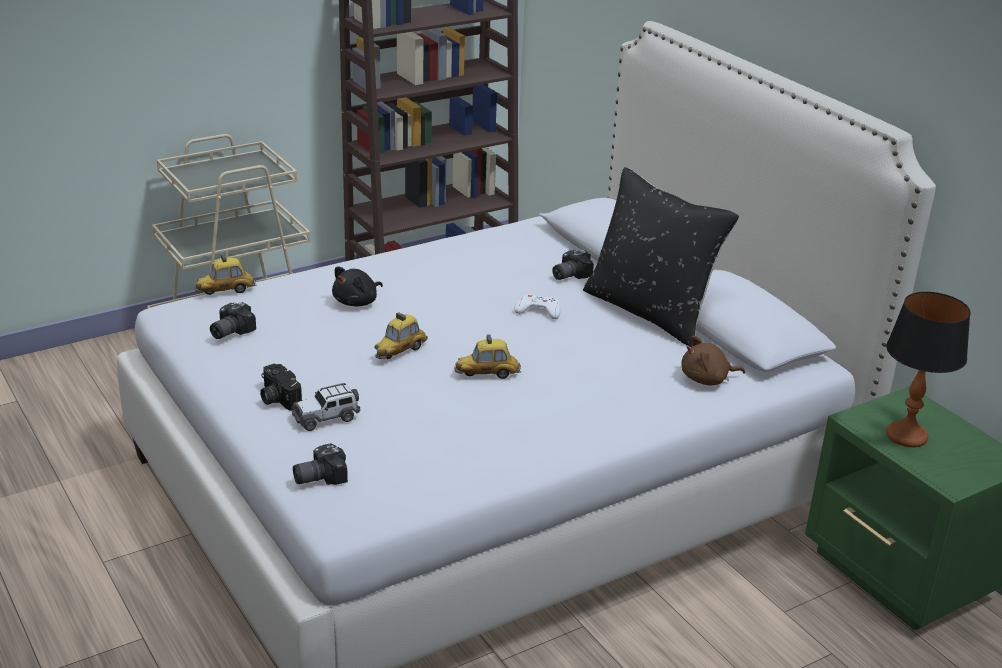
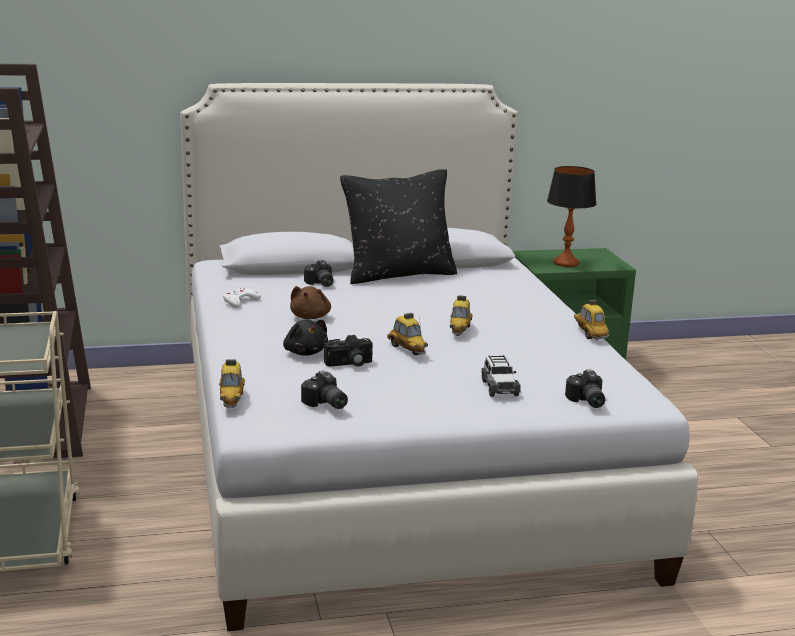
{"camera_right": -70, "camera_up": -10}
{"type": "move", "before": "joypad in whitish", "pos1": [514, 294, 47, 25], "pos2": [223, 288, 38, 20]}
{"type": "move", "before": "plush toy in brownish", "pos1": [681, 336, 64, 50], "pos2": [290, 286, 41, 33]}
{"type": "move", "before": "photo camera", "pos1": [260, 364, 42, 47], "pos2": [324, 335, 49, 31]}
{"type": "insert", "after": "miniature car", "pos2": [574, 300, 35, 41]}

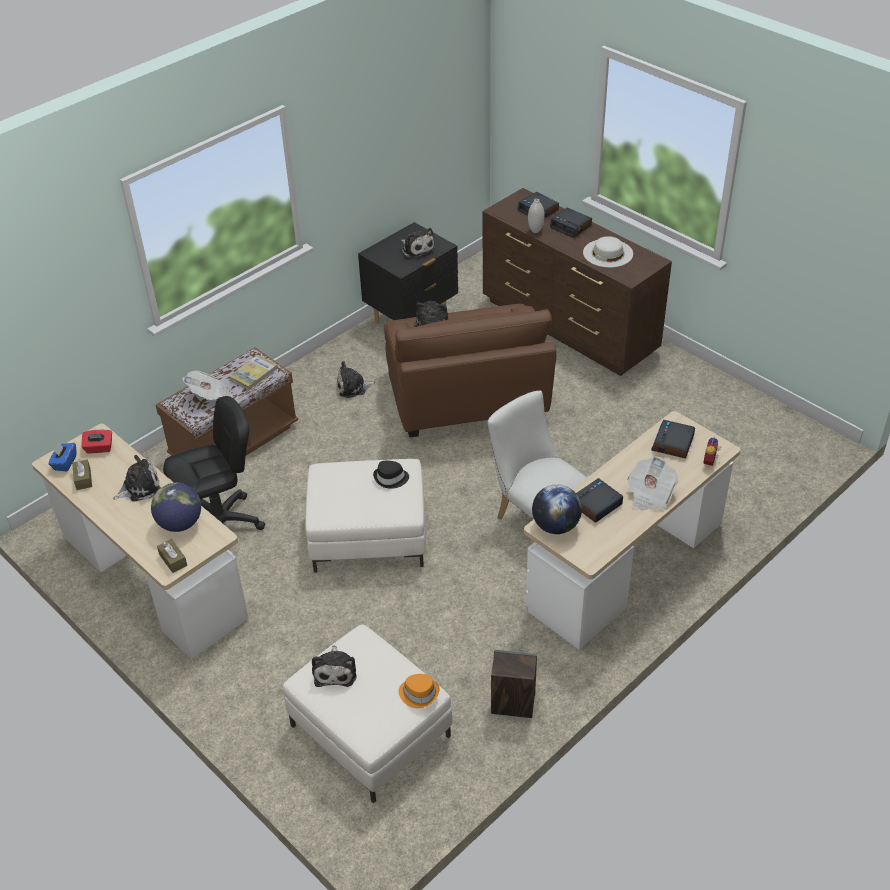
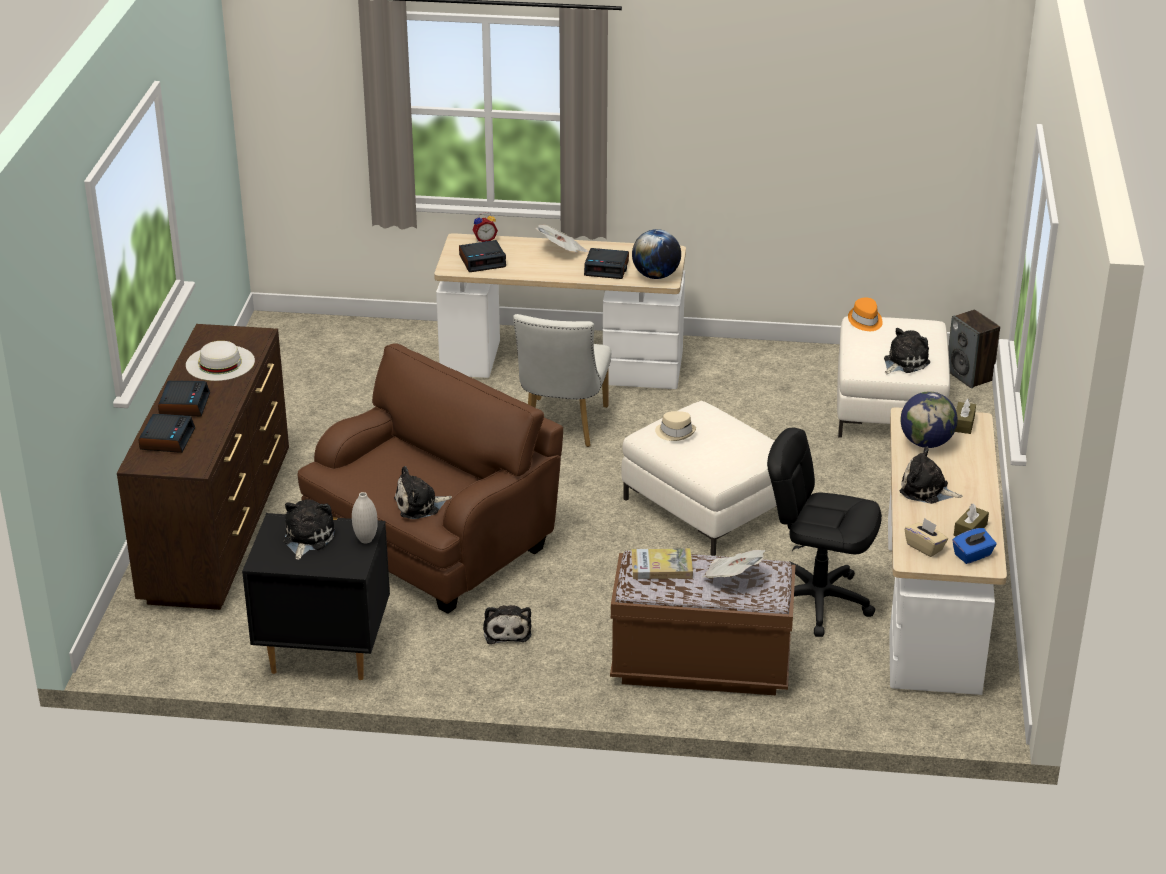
{"camera_right": -130, "camera_up": -10}
{"type": "move", "before": "flower vase in whitish", "pos1": [528, 199, 17, 34], "pos2": [352, 492, 26, 51]}
{"type": "rotate", "before": "plush toy", "pos1": [337, 361, 39, 37], "pos2": [483, 605, 49, 39], "turn": 45}
{"type": "recolor", "before": "tissue box in red-coloured", "after": "tissue box in beige", "pos1": [81, 430, 31, 23], "pos2": [905, 518, 43, 39]}
{"type": "recolor", "before": "wearable hat in blackish", "after": "wearable hat in beige", "pos1": [373, 461, 36, 28], "pos2": [655, 411, 41, 30]}
{"type": "move", "before": "loudspeaker", "pos1": [491, 650, 46, 68], "pos2": [948, 310, 52, 78]}

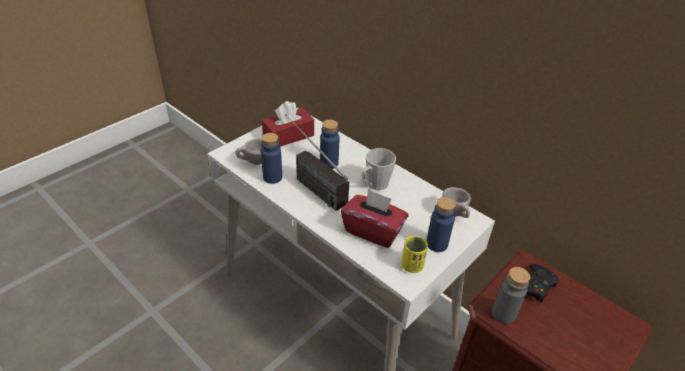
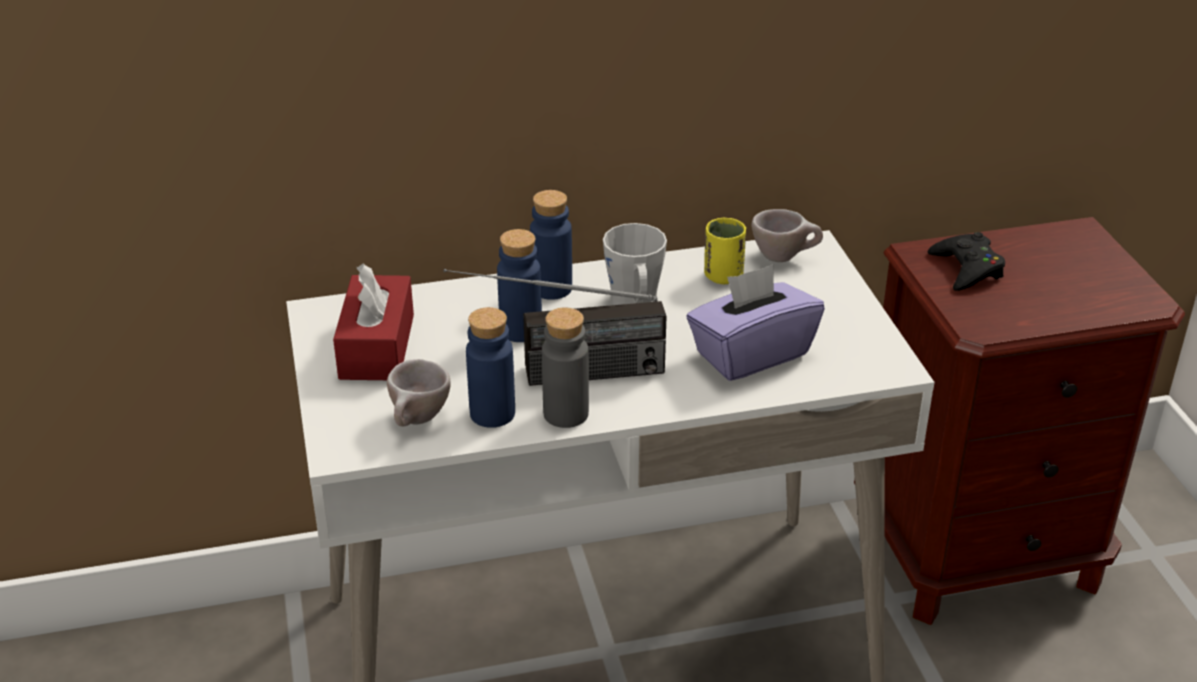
{"camera_right": -55, "camera_up": -5}
{"type": "recolor", "before": "tissue box in red-coloured", "after": "tissue box in purple-coloured", "pos1": [341, 189, 68, 59], "pos2": [686, 264, 139, 117]}
{"type": "move", "before": "beverage bottle in bluish", "pos1": [426, 197, 30, 55], "pos2": [530, 190, 42, 110]}
{"type": "move", "before": "drinking cup in yellow", "pos1": [402, 236, 26, 37], "pos2": [704, 218, 42, 66]}
{"type": "move", "before": "beverage bottle in grey", "pos1": [492, 267, 38, 57], "pos2": [542, 307, 47, 121]}

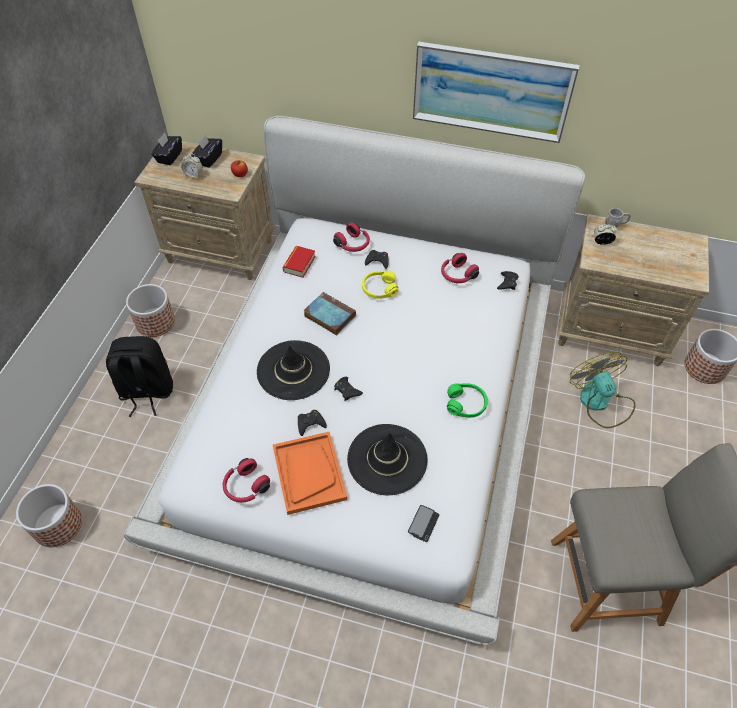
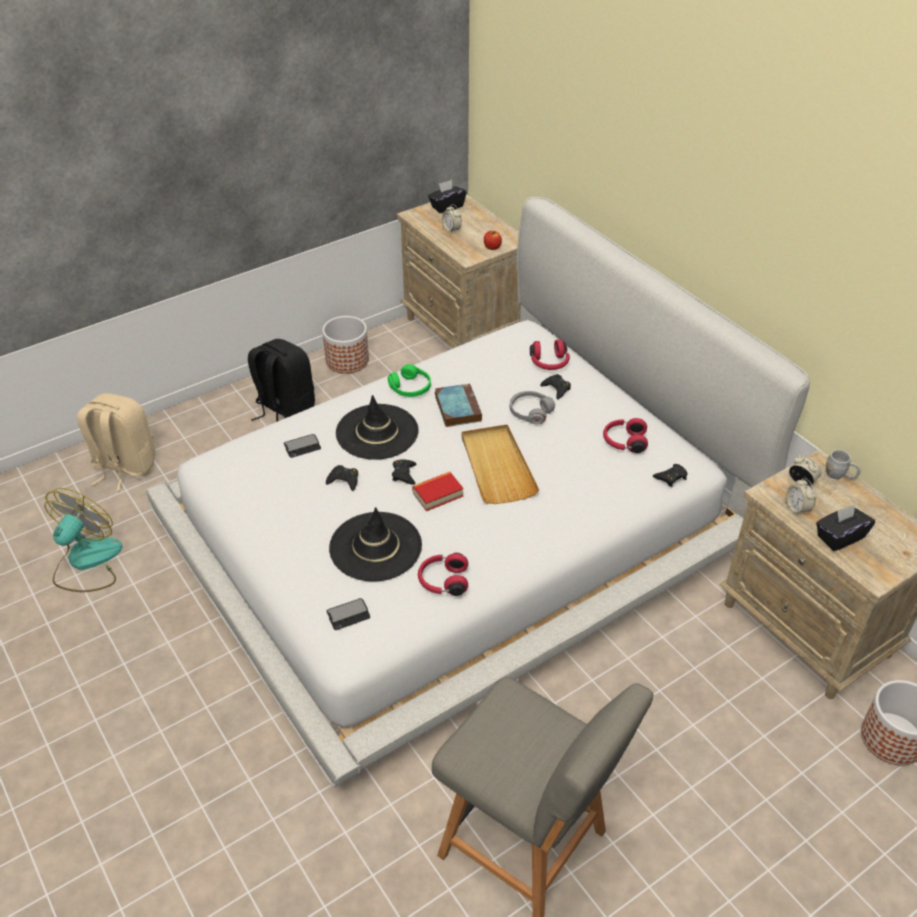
{"camera_right": 40, "camera_up": -10}
{"type": "delete", "before": "wall art", "pos1": [413, 42, 167, 101]}
{"type": "move", "before": "tissue box in blackish", "pos1": [191, 135, 31, 33], "pos2": [816, 504, 59, 47]}
{"type": "move", "before": "volume", "pos1": [283, 246, 33, 32], "pos2": [412, 472, 52, 39]}
{"type": "recolor", "before": "headphones in yellow", "after": "headphones in grey", "pos1": [362, 270, 36, 29], "pos2": [510, 391, 45, 34]}
{"type": "move", "before": "electric fan", "pos1": [570, 352, 66, 76], "pos2": [45, 488, 77, 104]}
{"type": "move", "before": "headphones in green", "pos1": [447, 383, 41, 35], "pos2": [388, 364, 43, 33]}
{"type": "delete", "before": "carrying tray in orange", "pos1": [273, 432, 74, 83]}
{"type": "move", "before": "headphones in red-coloured", "pos1": [223, 458, 47, 44], "pos2": [418, 553, 50, 43]}
{"type": "replace", "before": "planter", "after": "knapsack in beige", "pos1": [16, 484, 66, 63], "pos2": [77, 393, 78, 98]}
{"type": "insert", "after": "carrying tray in beige", "pos2": [461, 425, 78, 79]}
{"type": "insert", "after": "telephone", "pos2": [284, 434, 37, 24]}
{"type": "insert", "after": "table clock", "pos2": [786, 479, 30, 38]}

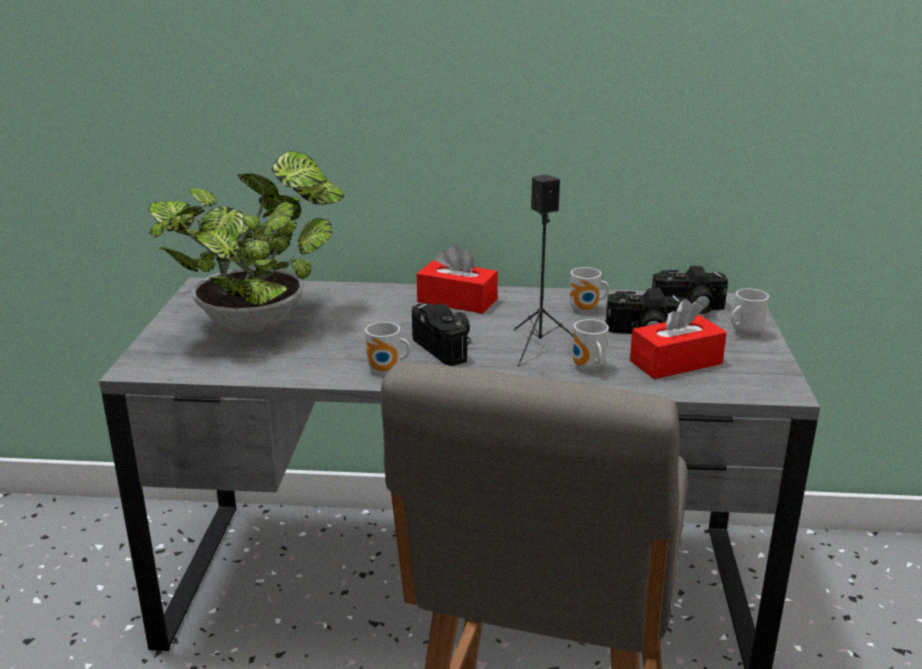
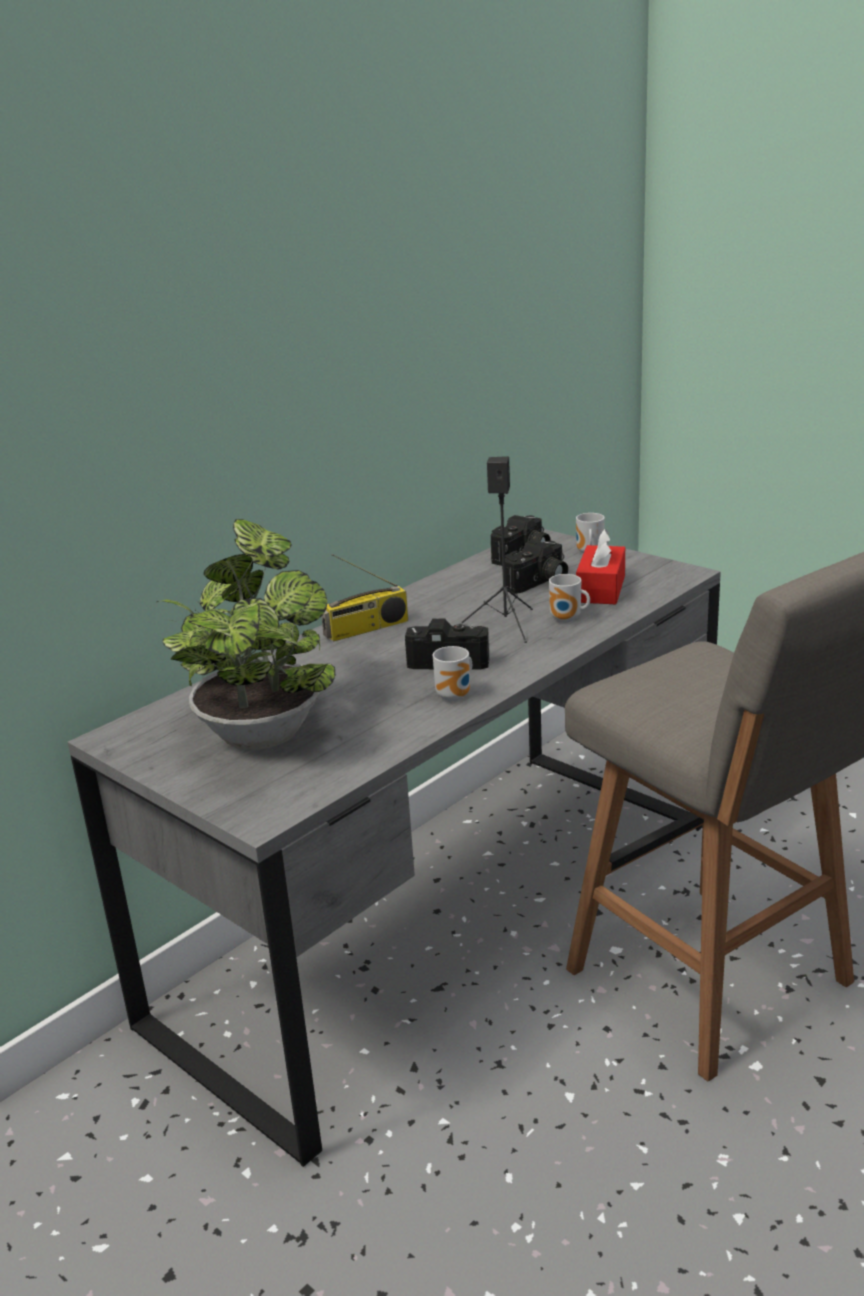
{"camera_right": -50, "camera_up": 0}
{"type": "replace", "before": "tissue box in red-coloured", "after": "radio receiver", "pos1": [417, 244, 81, 70], "pos2": [321, 554, 87, 87]}
{"type": "delete", "before": "mug", "pos1": [570, 267, 39, 46]}

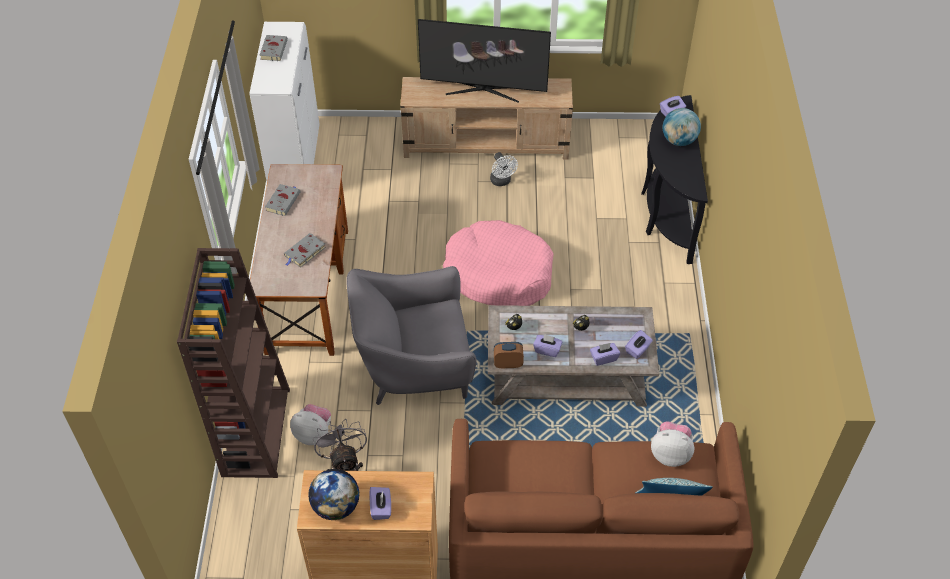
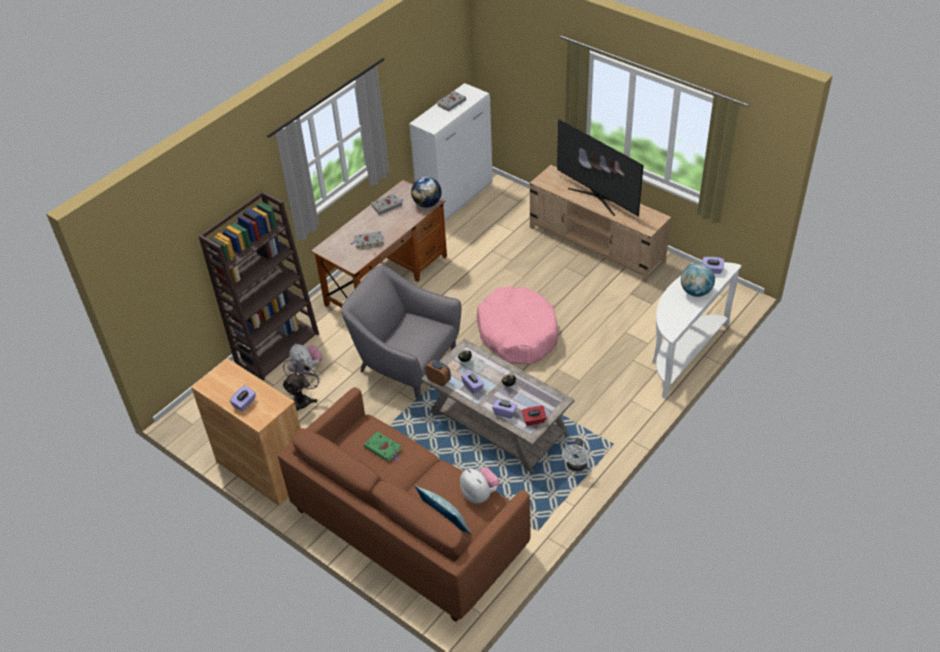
{"camera_right": 40, "camera_up": -5}
{"type": "recolor", "before": "hall table in blackish", "after": "hall table in whitish", "pos1": [641, 95, 67, 169], "pos2": [652, 262, 90, 137]}
{"type": "move", "before": "electric fan in whitish", "pos1": [490, 152, 28, 34], "pos2": [562, 438, 27, 33]}
{"type": "recolor", "before": "tissue box in purple-coloured", "after": "tissue box in red-coloured", "pos1": [625, 330, 28, 29], "pos2": [522, 406, 25, 20]}
{"type": "move", "before": "desk globe", "pos1": [308, 469, 52, 51], "pos2": [411, 177, 31, 30]}
{"type": "insert", "after": "volume in green", "pos2": [364, 431, 37, 31]}

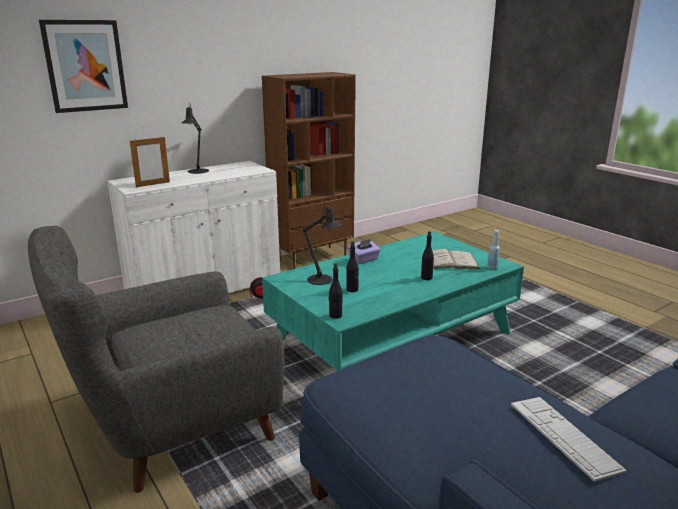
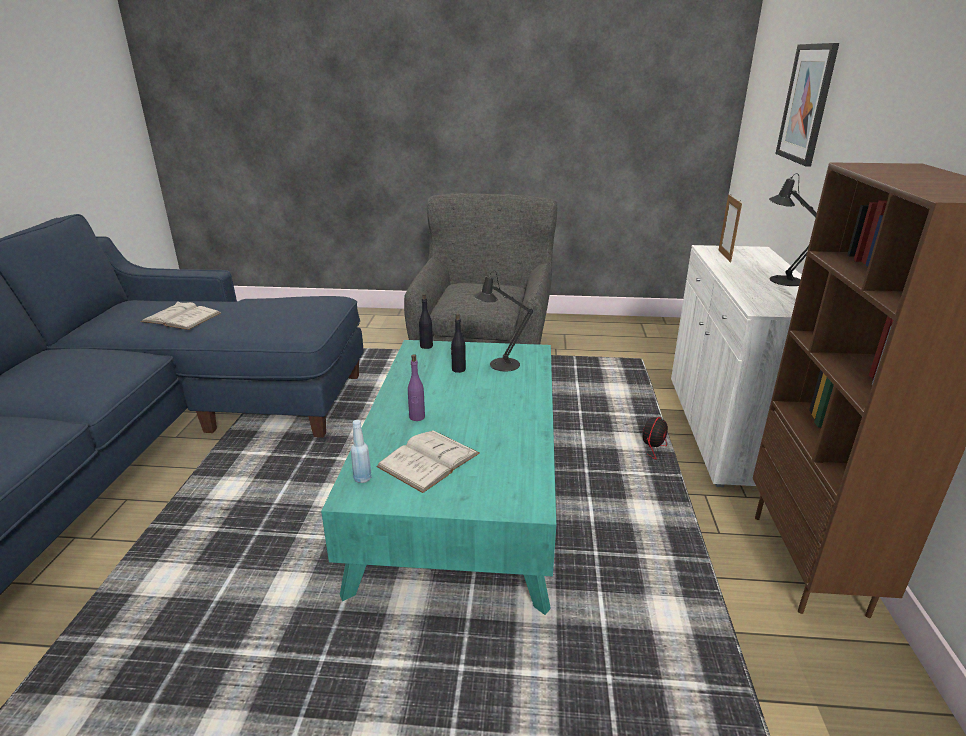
{"camera_right": 130, "camera_up": 5}
{"type": "recolor", "before": "beverage bottle in blackish", "after": "beverage bottle in purple-coloured", "pos1": [421, 231, 13, 49], "pos2": [408, 354, 17, 67]}
{"type": "delete", "before": "tissue box in purple-coloured", "pos1": [347, 239, 34, 25]}
{"type": "replace", "before": "PC keyboard", "after": "volume in whitish", "pos1": [511, 397, 116, 85], "pos2": [140, 301, 81, 29]}

